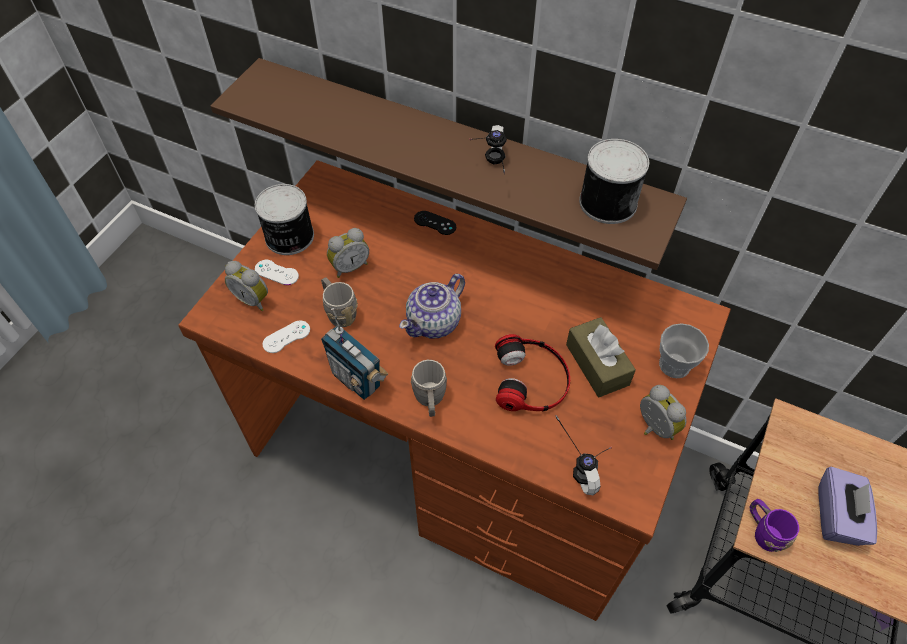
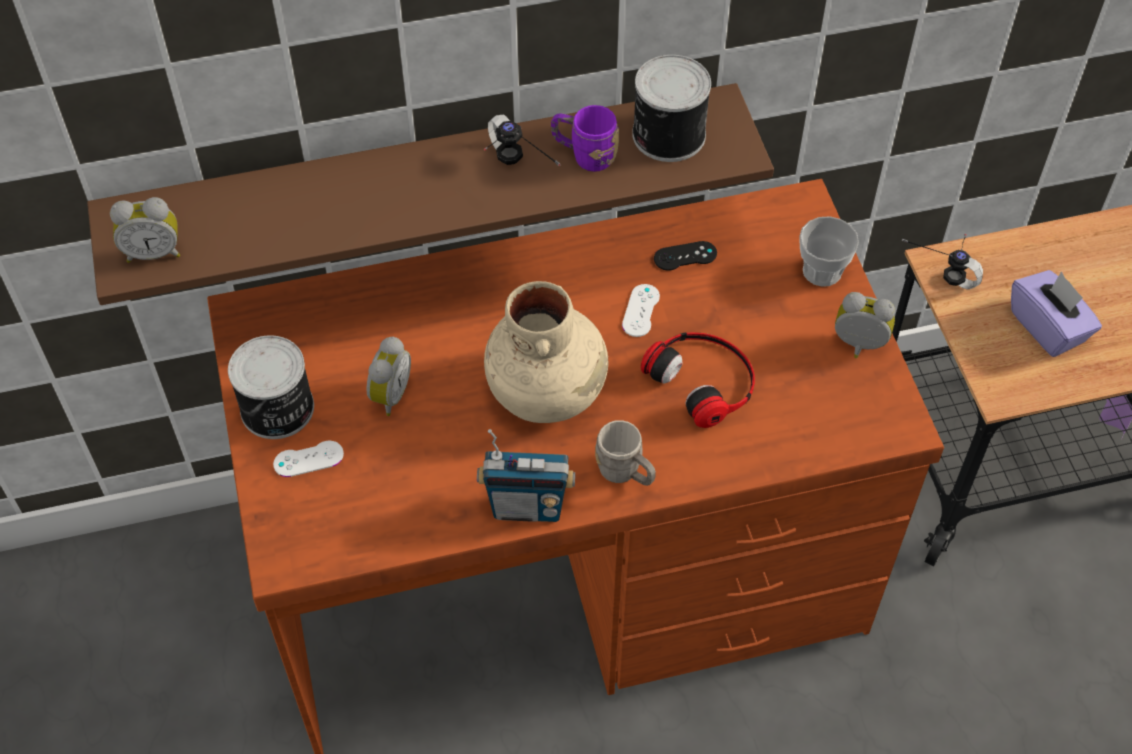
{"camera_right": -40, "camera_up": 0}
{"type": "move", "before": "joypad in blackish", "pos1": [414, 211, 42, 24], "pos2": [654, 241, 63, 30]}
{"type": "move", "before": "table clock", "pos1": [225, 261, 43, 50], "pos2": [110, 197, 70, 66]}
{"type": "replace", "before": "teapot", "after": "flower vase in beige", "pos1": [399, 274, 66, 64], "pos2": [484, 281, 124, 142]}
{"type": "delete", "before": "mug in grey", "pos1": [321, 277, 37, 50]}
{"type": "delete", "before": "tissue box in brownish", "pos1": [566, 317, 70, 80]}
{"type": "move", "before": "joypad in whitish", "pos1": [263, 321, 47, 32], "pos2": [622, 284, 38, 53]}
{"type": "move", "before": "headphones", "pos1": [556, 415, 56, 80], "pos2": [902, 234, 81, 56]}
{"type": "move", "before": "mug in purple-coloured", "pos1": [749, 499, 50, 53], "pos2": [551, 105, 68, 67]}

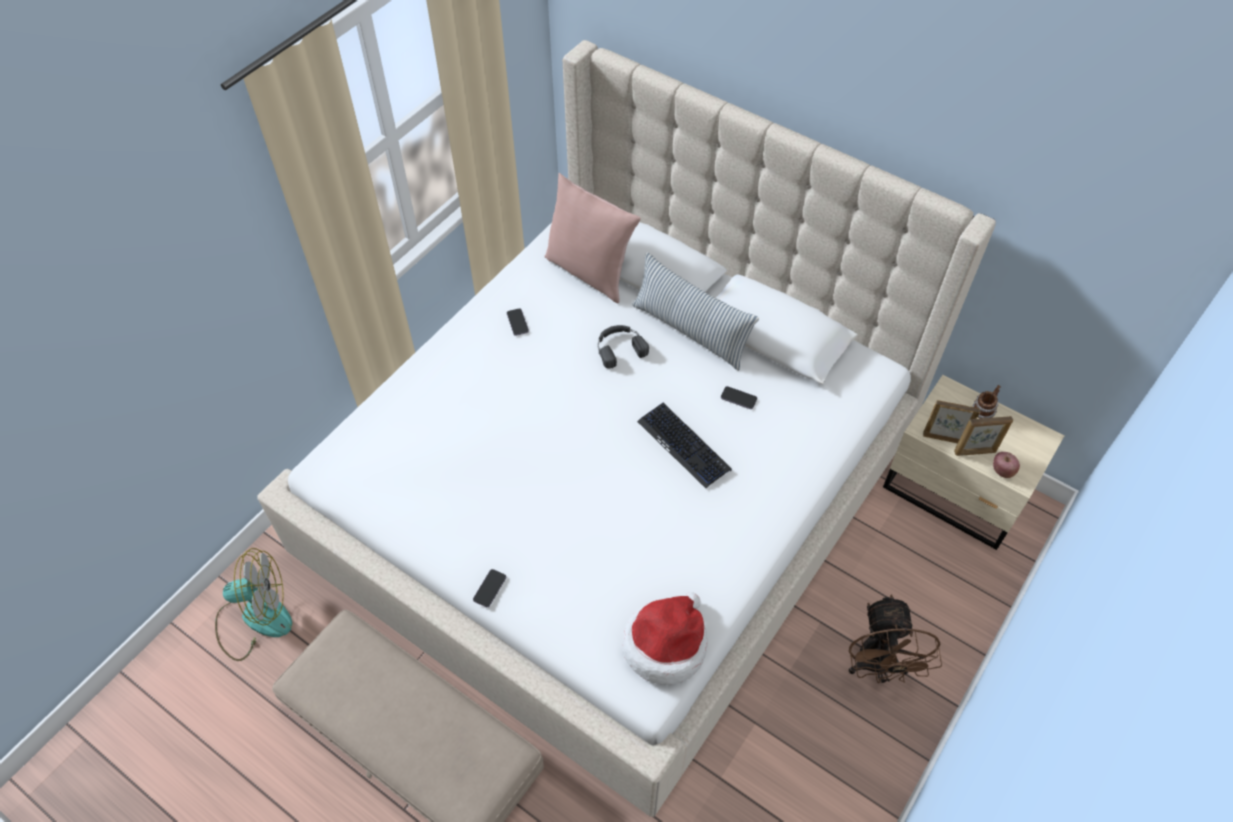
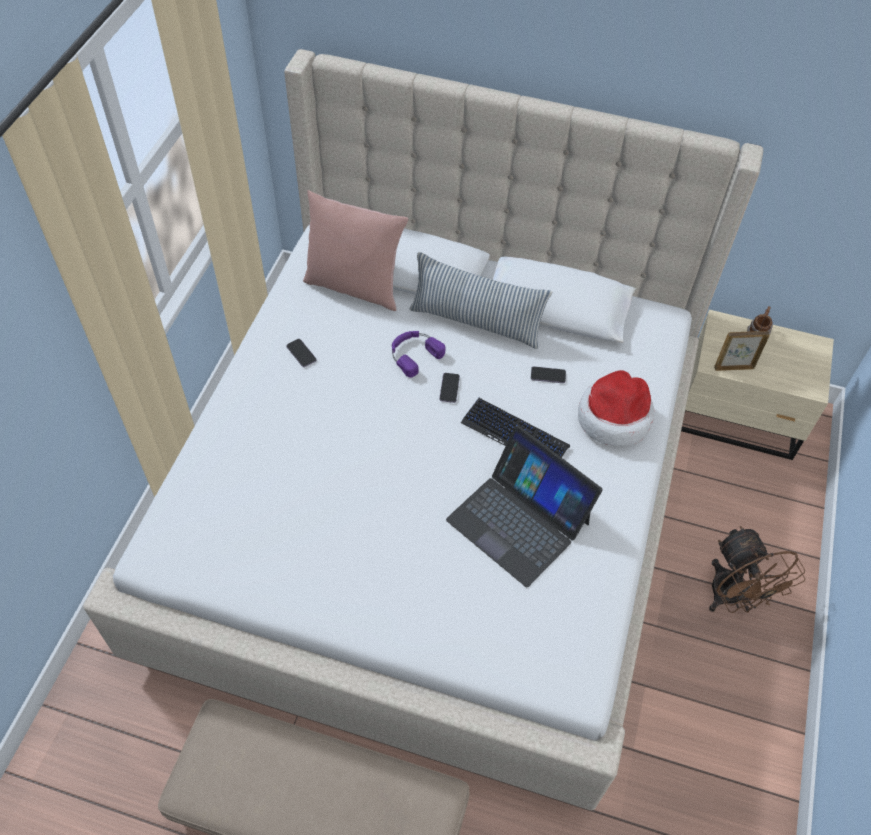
{"camera_right": -20, "camera_up": 0}
{"type": "recolor", "before": "headphones in blackish", "after": "headphones in purple-coloured", "pos1": [598, 325, 51, 44], "pos2": [392, 331, 53, 47]}
{"type": "delete", "before": "photo frame", "pos1": [954, 416, 59, 40]}
{"type": "delete", "before": "whole apple", "pos1": [993, 452, 27, 26]}
{"type": "delete", "before": "electric fan", "pos1": [215, 548, 77, 113]}
{"type": "move", "before": "telephone", "pos1": [473, 569, 33, 38], "pos2": [439, 373, 21, 30]}
{"type": "move", "before": "wearable hat", "pos1": [623, 592, 85, 93], "pos2": [578, 370, 76, 76]}
{"type": "insert", "after": "portable computer", "pos2": [446, 425, 157, 162]}

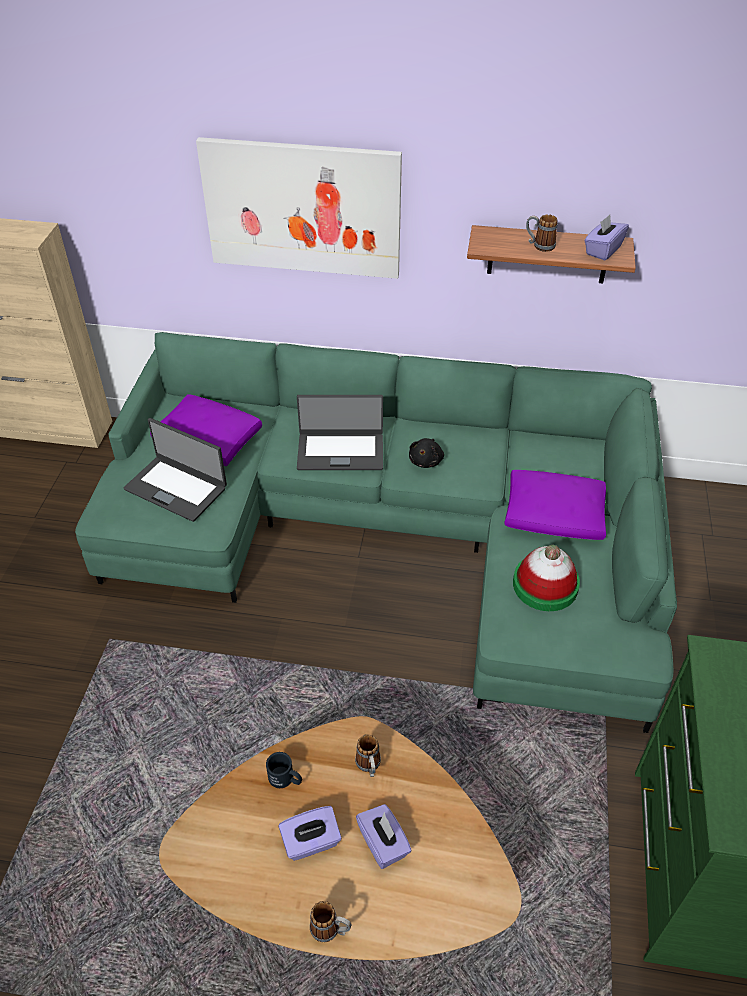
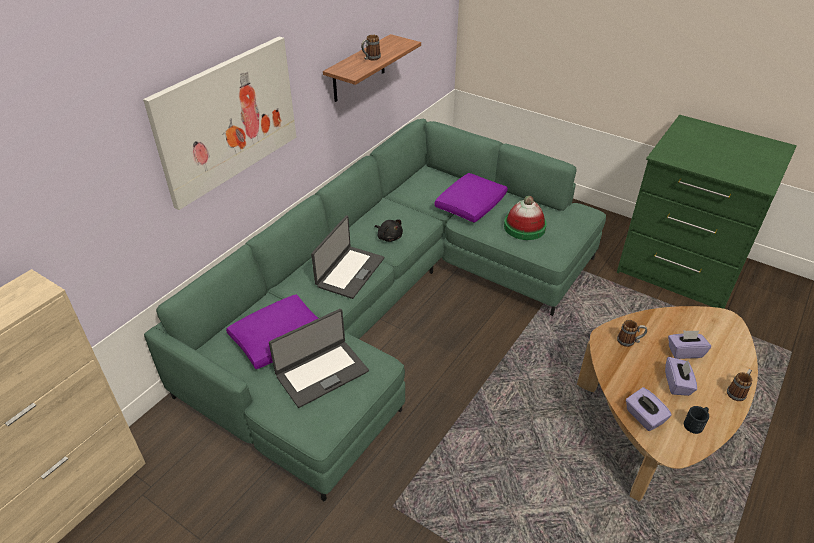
{"camera_right": -65, "camera_up": -5}
{"type": "move", "before": "tissue box in purple-coloured", "pos1": [584, 215, 45, 46], "pos2": [626, 387, 46, 44]}
{"type": "move", "before": "mug in blackish", "pos1": [266, 752, 36, 36], "pos2": [684, 406, 25, 28]}

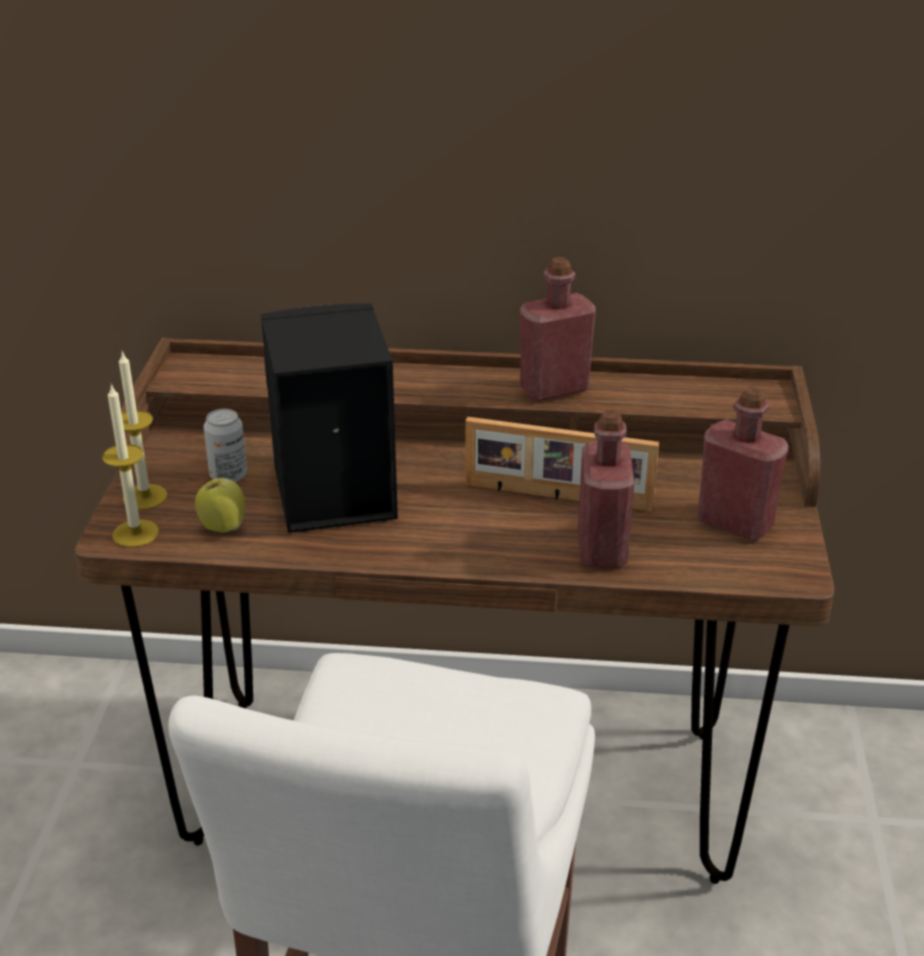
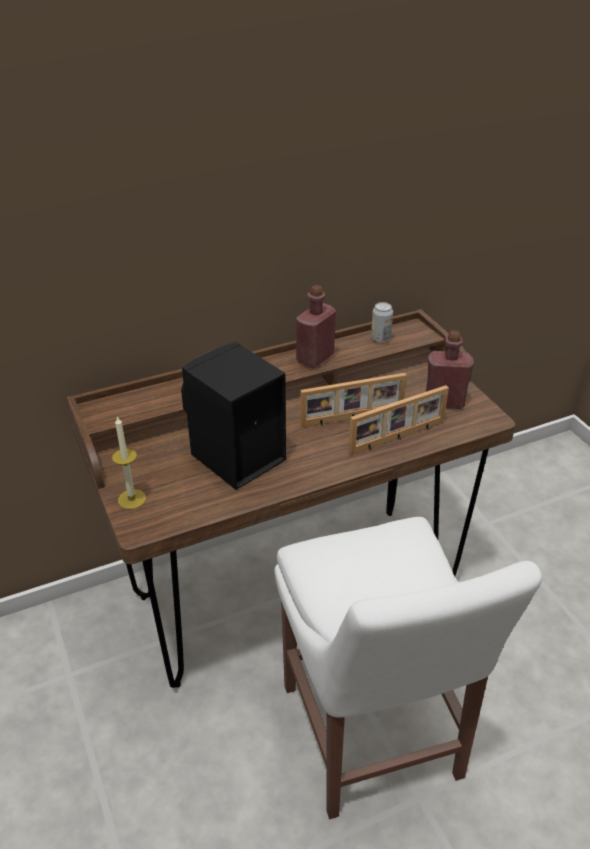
{"camera_right": -30, "camera_up": 5}
{"type": "delete", "before": "wax candle", "pos1": [102, 384, 57, 163]}
{"type": "move", "before": "can", "pos1": [204, 409, 43, 73], "pos2": [371, 302, 22, 41]}
{"type": "replace", "before": "beverage bottle in red-coloured", "after": "photo frame", "pos1": [578, 410, 56, 157], "pos2": [349, 385, 100, 70]}
{"type": "delete", "before": "whole apple", "pos1": [195, 473, 50, 60]}

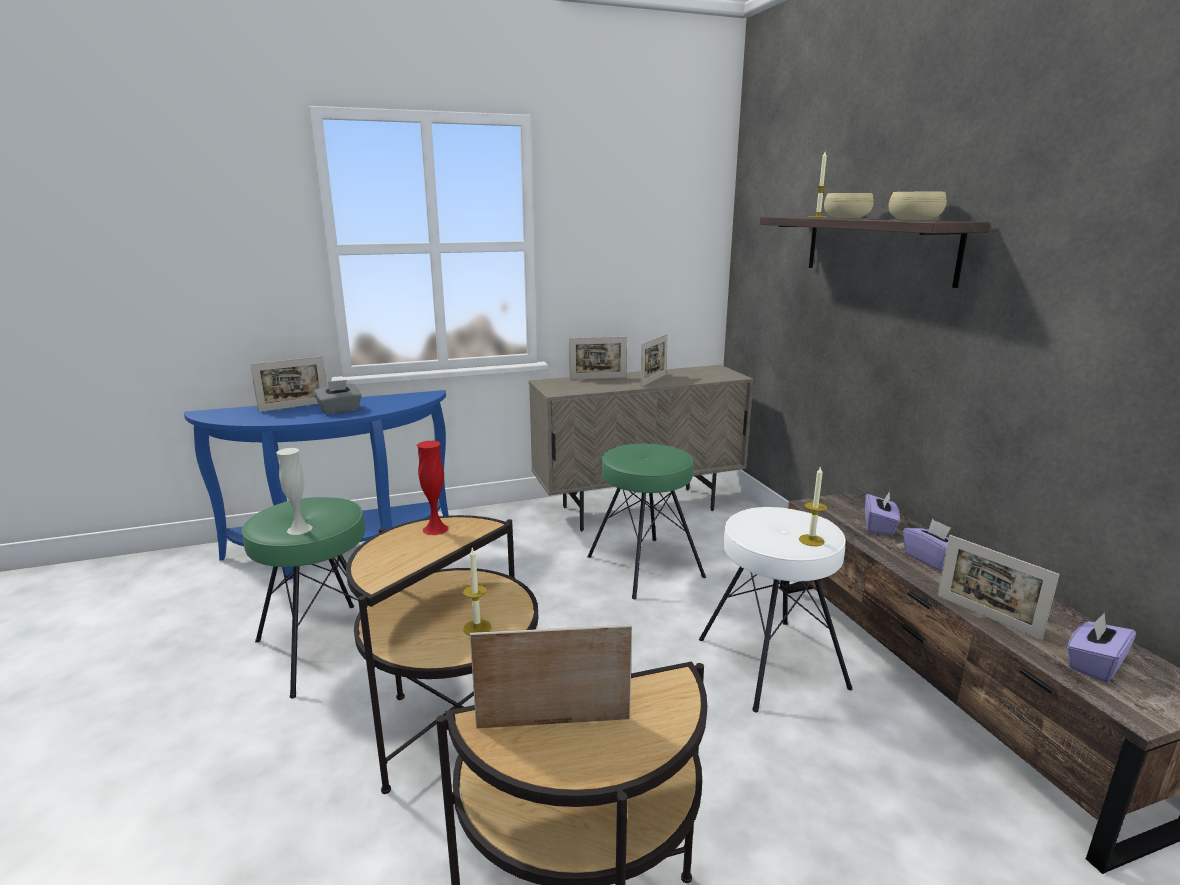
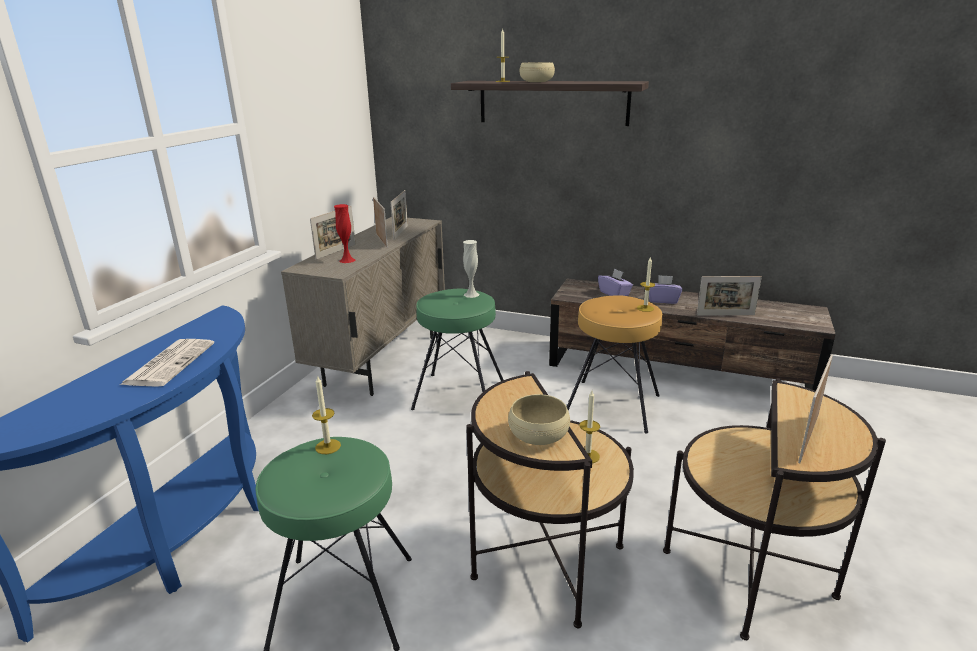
{"camera_right": -50, "camera_up": 5}
{"type": "move", "before": "deep dish in beige", "pos1": [889, 192, 58, 28], "pos2": [508, 394, 62, 51]}
{"type": "move", "before": "photo frame", "pos1": [250, 356, 77, 56], "pos2": [390, 190, 18, 50]}
{"type": "replace", "before": "tissue box in grey", "after": "newspaper", "pos1": [314, 380, 48, 35], "pos2": [120, 339, 94, 48]}
{"type": "move", "before": "flower vase in red-coloured", "pos1": [417, 441, 32, 94], "pos2": [334, 204, 21, 59]}
{"type": "move", "before": "flower vase in whitish", "pos1": [276, 448, 37, 87], "pos2": [463, 240, 16, 58]}
{"type": "recolor", "before": "sitting stool in whitish", "after": "sitting stool in brownish", "pos1": [699, 507, 153, 206], "pos2": [567, 296, 95, 138]}
{"type": "delete", "before": "tissue box in purple-coloured", "pos1": [1067, 612, 69, 71]}
{"type": "insert", "after": "wax candle", "pos2": [312, 375, 29, 79]}

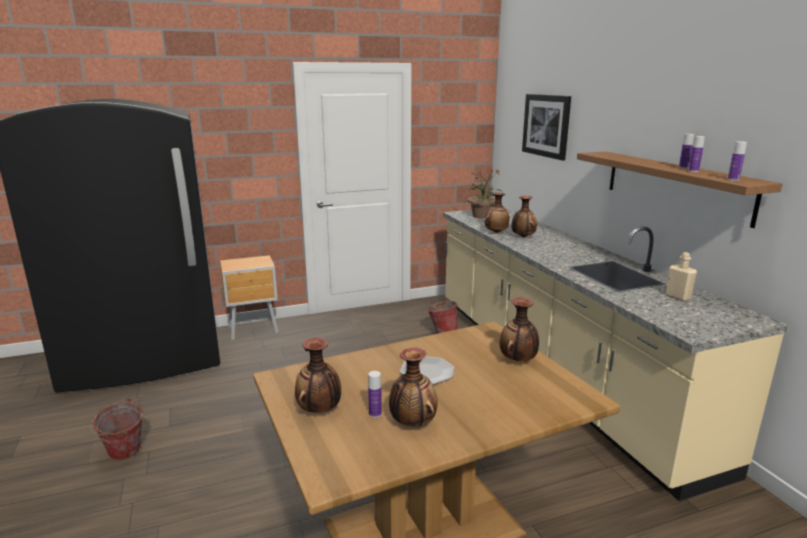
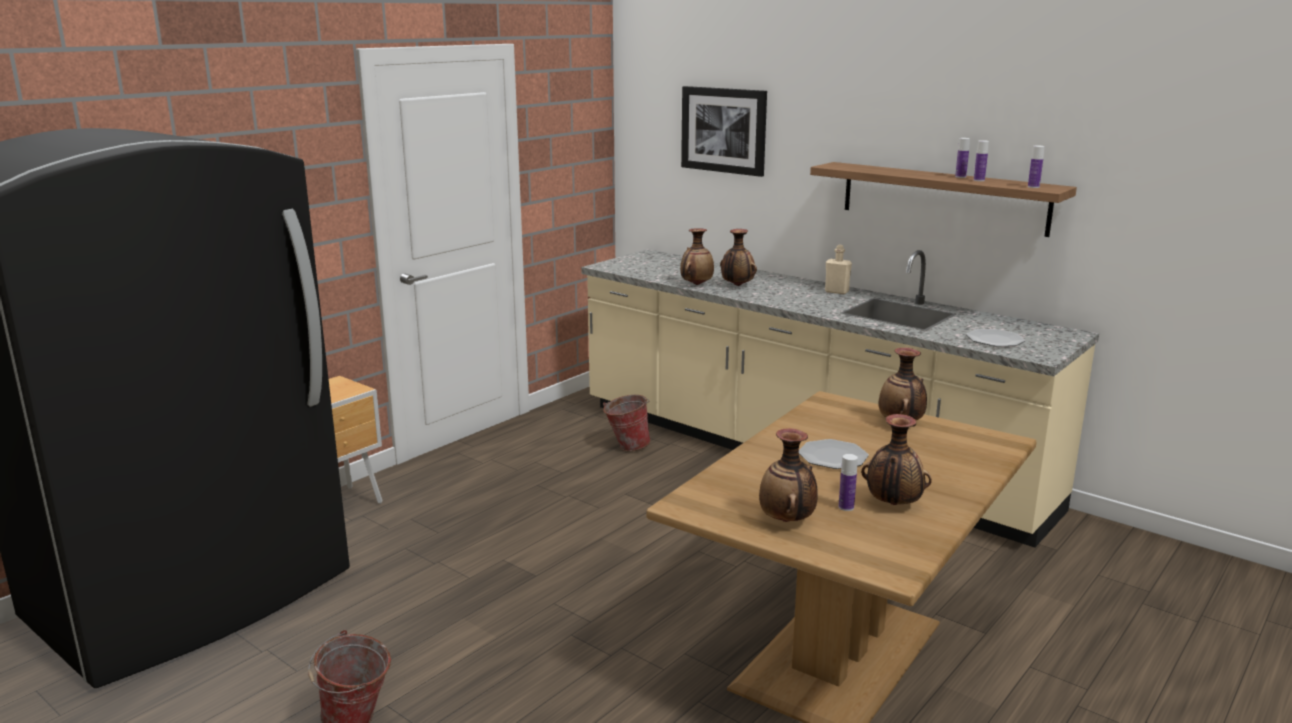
{"camera_right": -30, "camera_up": 0}
{"type": "delete", "before": "houseplant", "pos1": [467, 169, 34, 49]}
{"type": "move", "before": "beverage bottle in beige", "pos1": [666, 252, 31, 49], "pos2": [825, 244, 27, 50]}
{"type": "insert", "after": "dinner plate", "pos2": [966, 329, 59, 17]}

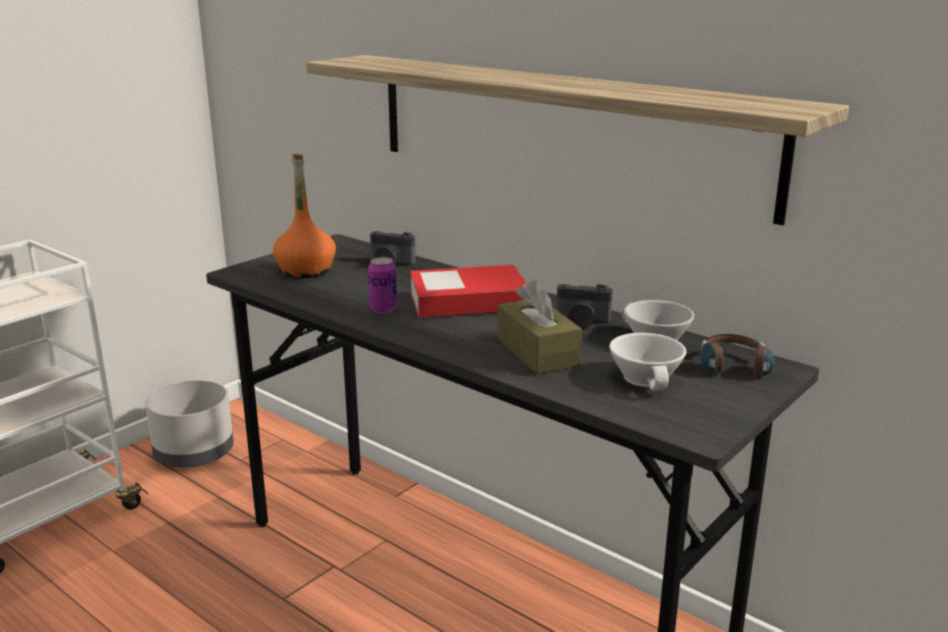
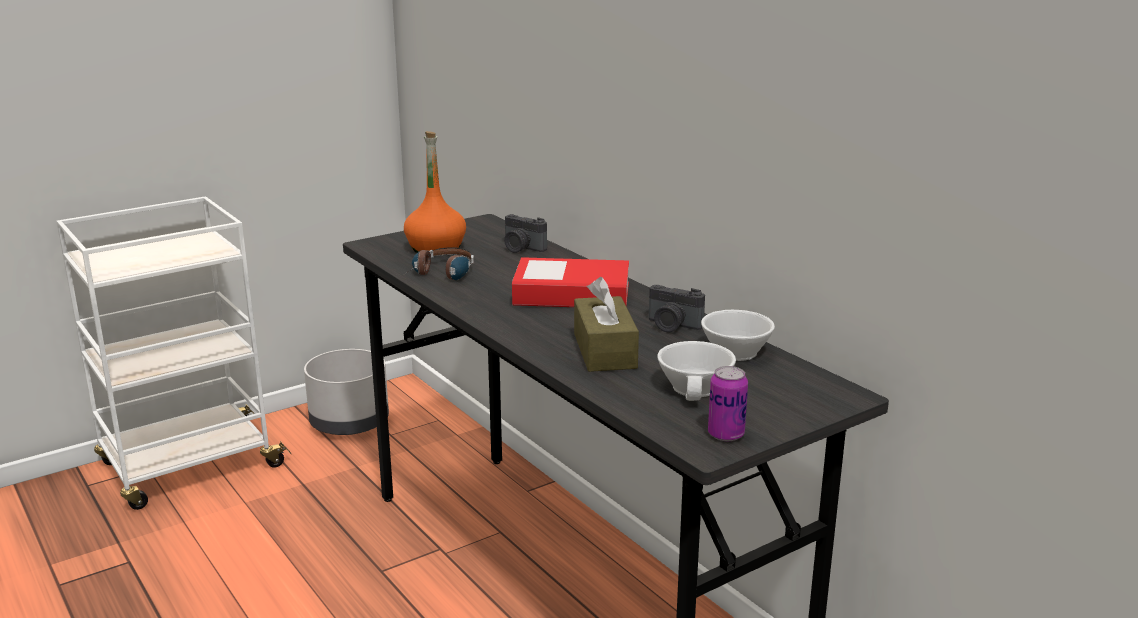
{"camera_right": 15, "camera_up": 0}
{"type": "delete", "before": "wall shelf", "pos1": [306, 55, 543, 170]}
{"type": "move", "before": "can", "pos1": [368, 257, 29, 57], "pos2": [708, 366, 40, 75]}
{"type": "move", "before": "headphones", "pos1": [701, 334, 74, 43], "pos2": [405, 247, 69, 33]}

